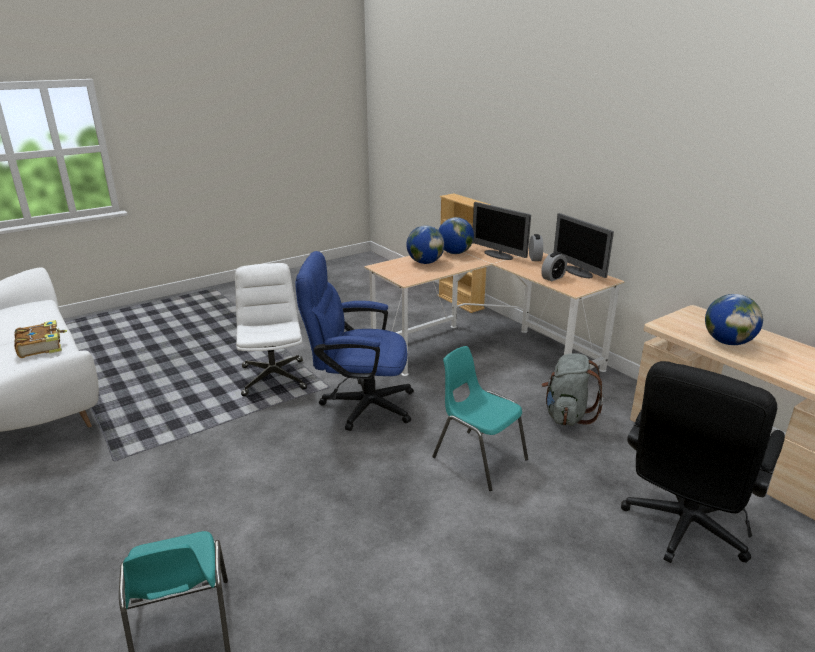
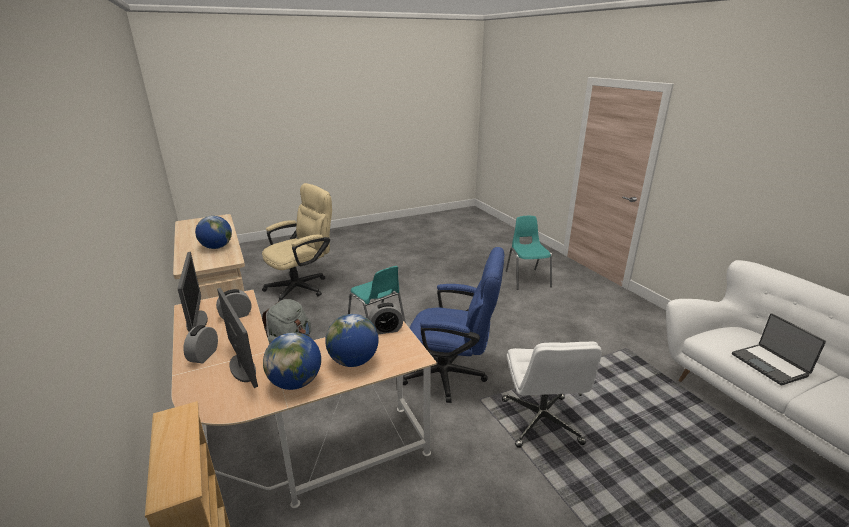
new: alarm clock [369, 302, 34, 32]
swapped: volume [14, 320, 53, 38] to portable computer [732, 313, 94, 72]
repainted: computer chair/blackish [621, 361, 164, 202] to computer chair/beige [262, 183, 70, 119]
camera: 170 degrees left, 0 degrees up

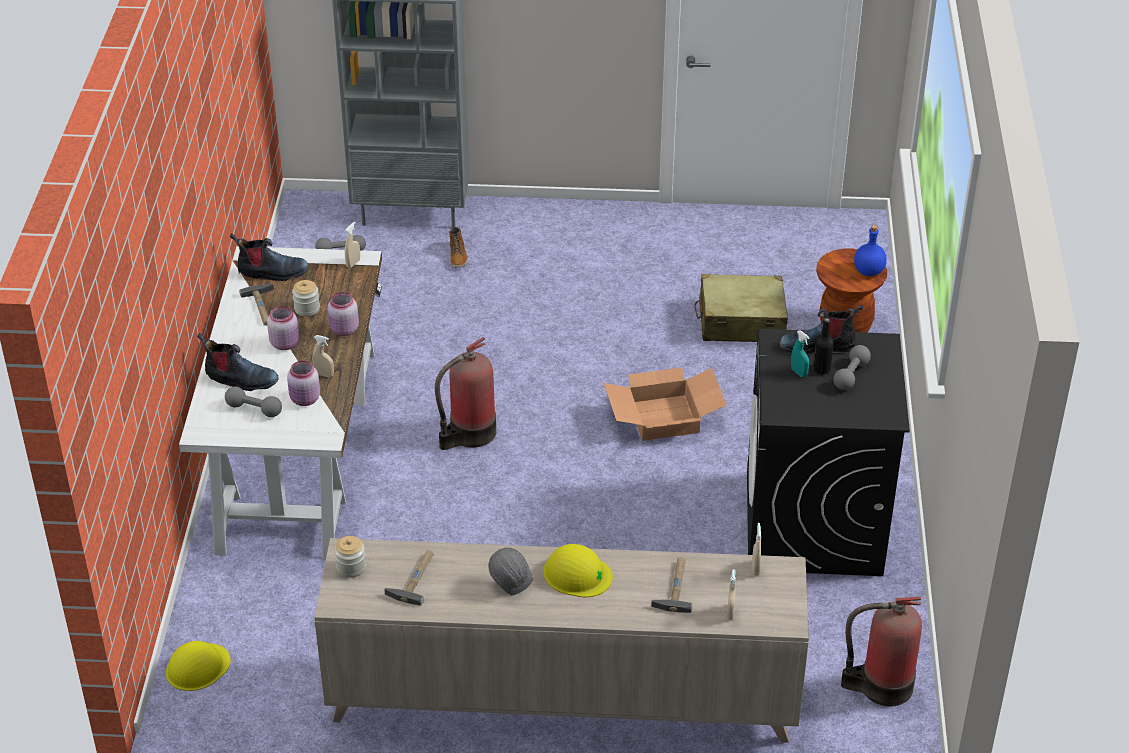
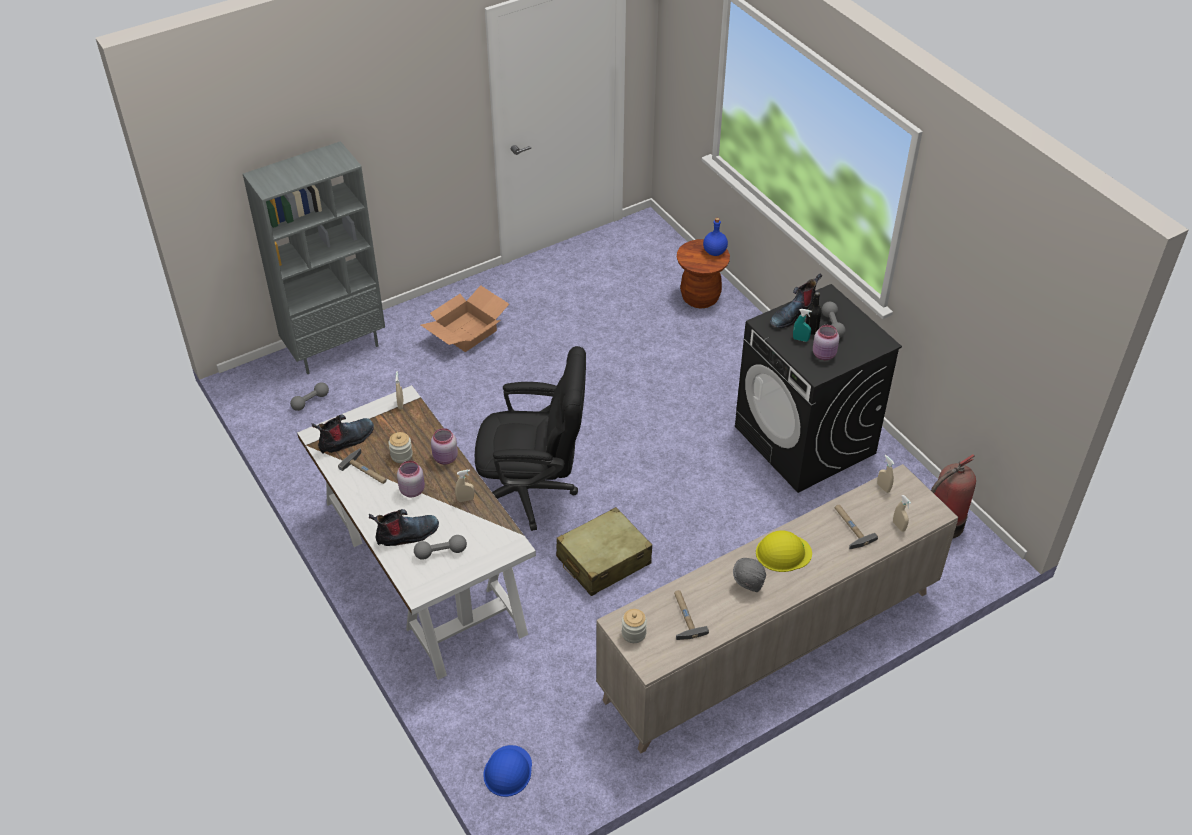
gone: high-top boot [449, 227, 19, 41]
shifted: suitcase/beige [694, 274, 94, 68] to [556, 507, 96, 89]; storage jar/pinkish [287, 361, 33, 45] to [813, 325, 26, 35]; packing box [604, 367, 123, 74] to [421, 285, 88, 67]
swapped: extinguisher [435, 337, 61, 113] to computer chair/blackish [475, 346, 111, 185]
repainted: safety helmet/yellow-coloured [166, 641, 65, 50] to safety helmet/blue [483, 745, 49, 52]
camera: 35 degrees left, 5 degrees up

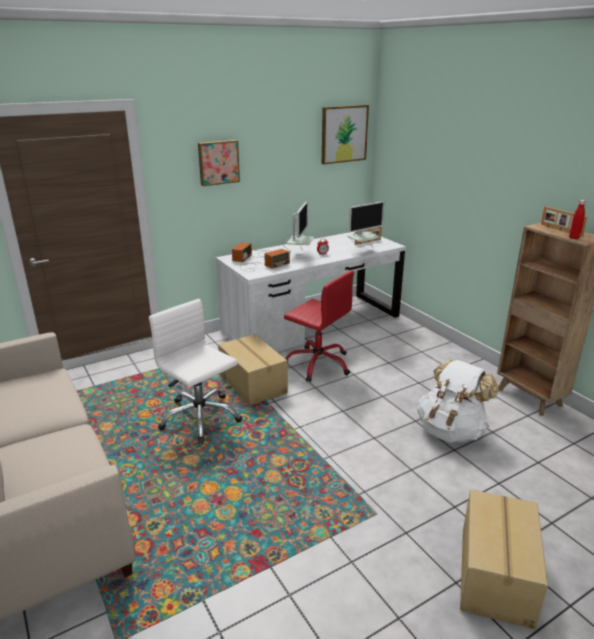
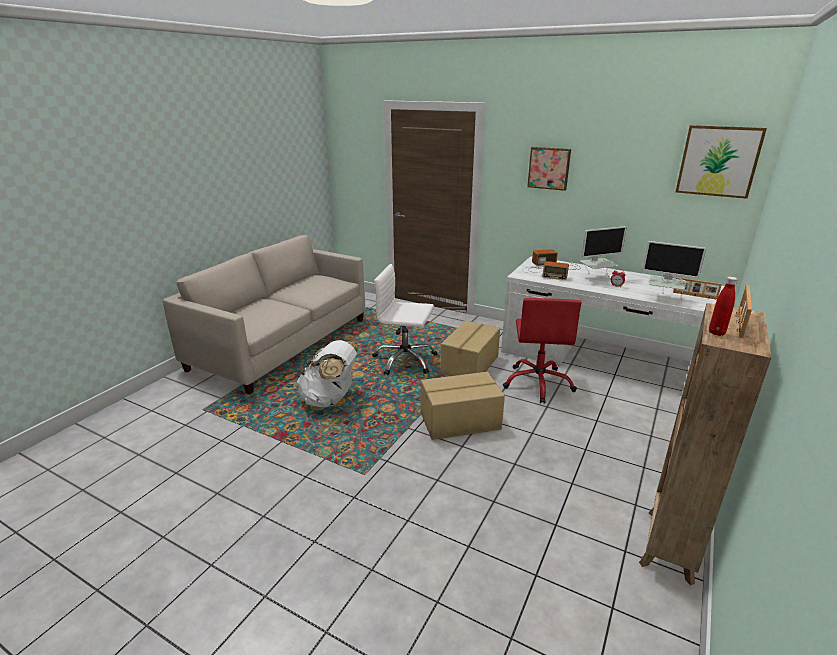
shifted: rucksack/whitish [417, 360, 82, 82] to [296, 340, 62, 67]; packing box [460, 490, 88, 139] to [421, 372, 84, 68]
rotated: computer chair/whitish [149, 299, 93, 144] = [373, 264, 65, 111] 90 degrees counterclockwise
camera: 60 degrees right, 0 degrees up

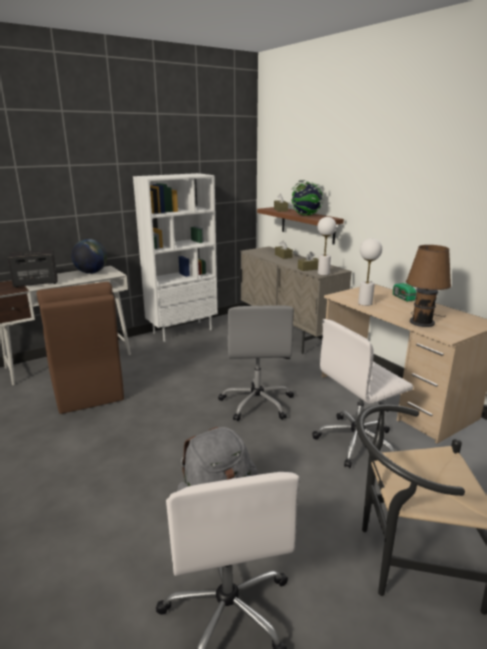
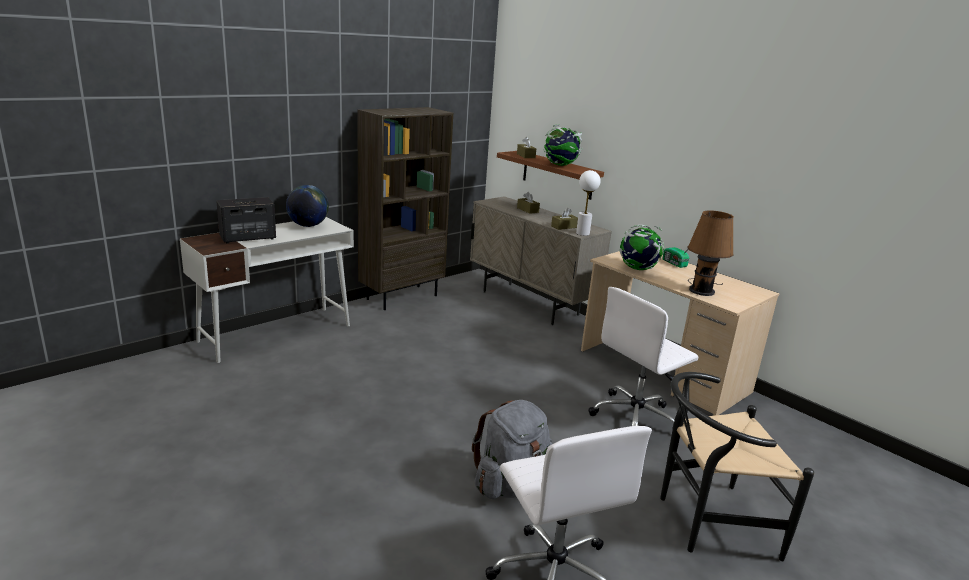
gone: chair/brown [37, 282, 87, 132]; computer chair/grey [218, 305, 76, 116]
swapped: table lamp/whitish [358, 238, 24, 68] to desk globe [620, 225, 44, 45]
repainted: bookcase/whitish [133, 173, 85, 169] to bookcase/brown [357, 107, 96, 203]
camera: 10 degrees left, 0 degrees up

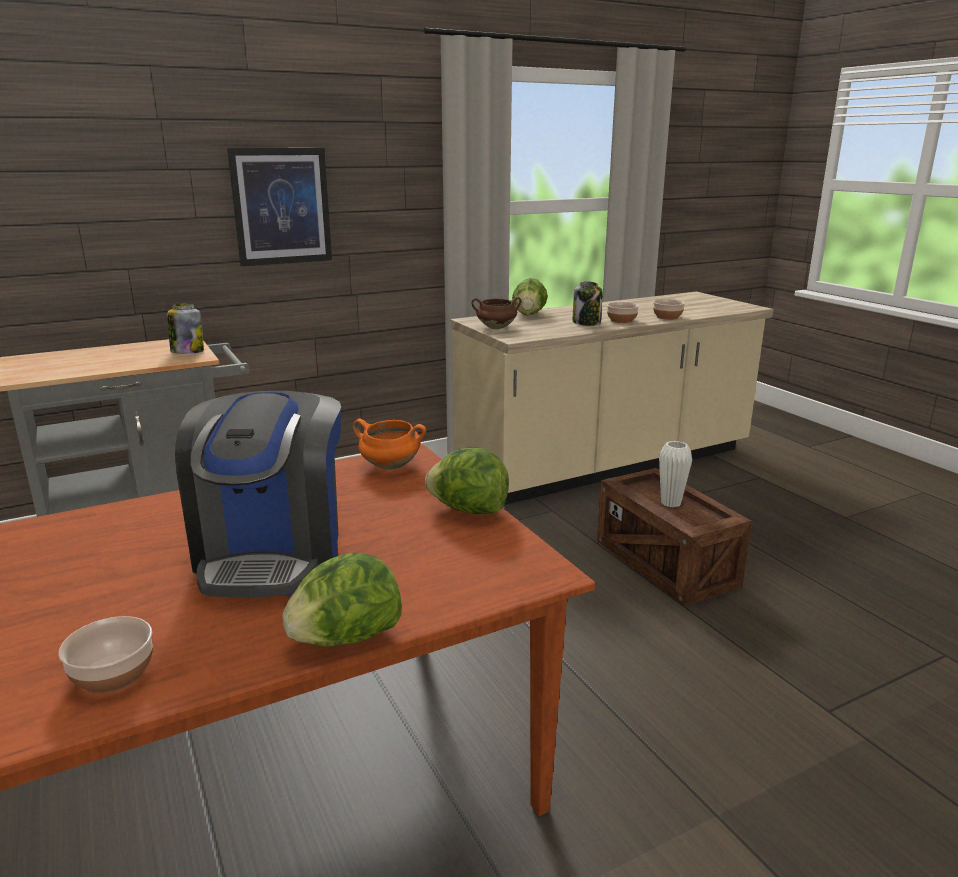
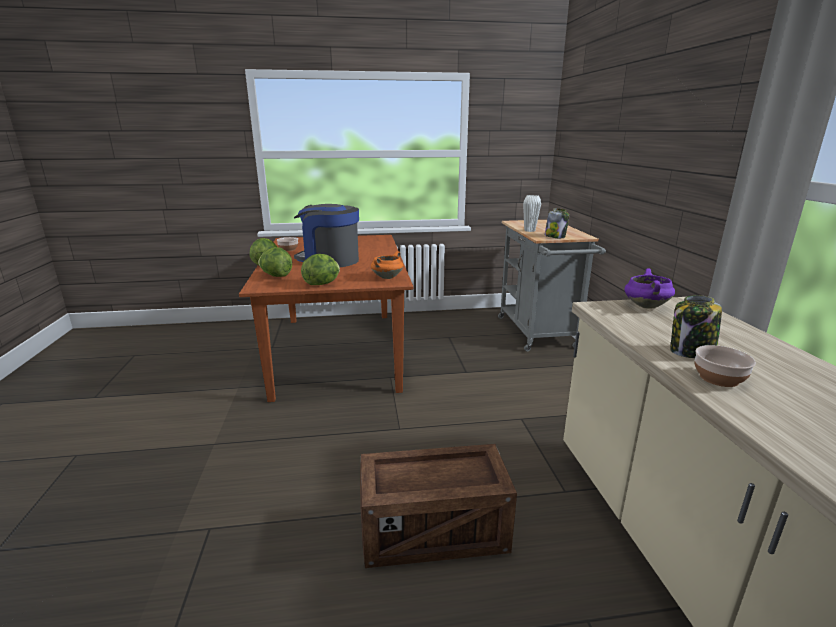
gone: picture [227, 148, 105, 118]; deep dish [653, 299, 32, 21]
shifted: lettuce head [512, 278, 36, 37] to [258, 247, 34, 30]; flower vase/whitish [659, 441, 33, 66] to [523, 195, 18, 37]
repainted: cooking pot/brown [471, 297, 51, 32] to cooking pot/purple [624, 269, 51, 40]
camera: 110 degrees right, 0 degrees up

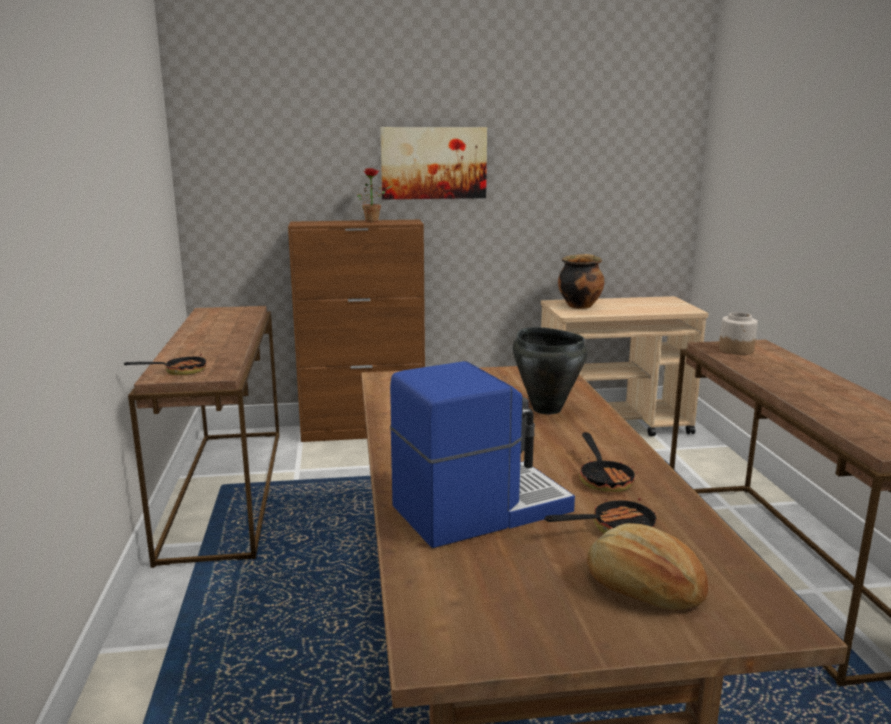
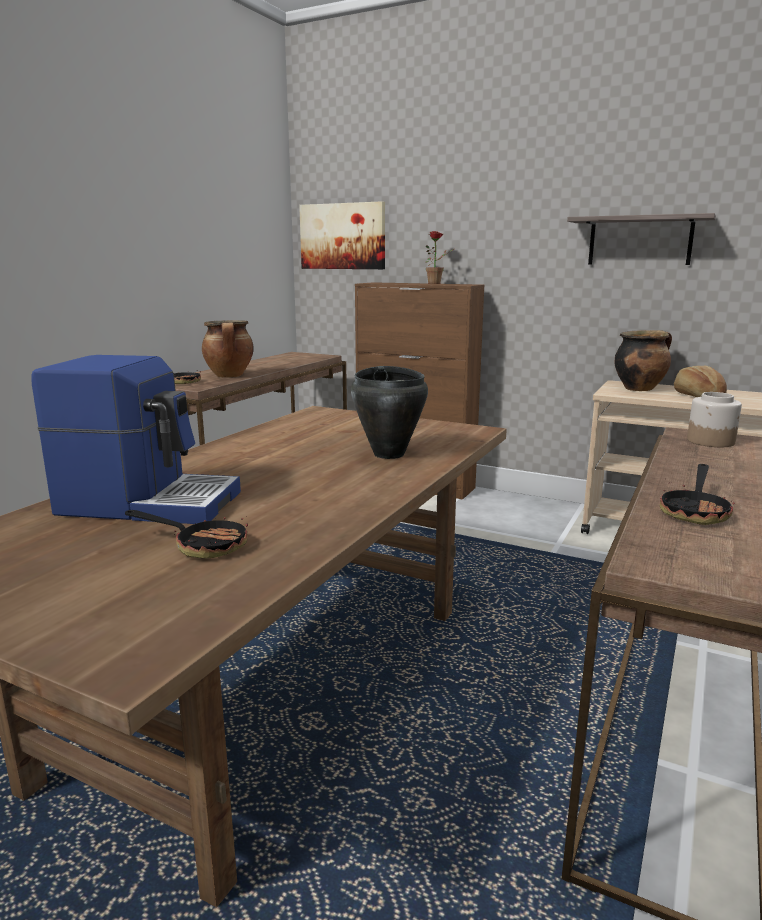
new: bracket shelf [567, 213, 149, 52]; cooking pot [202, 320, 52, 58]
shifted: picture [380, 127, 107, 72] to [299, 201, 86, 68]; frying pan [579, 432, 59, 60] to [660, 464, 75, 61]; bakery bread [587, 523, 121, 87] to [674, 366, 53, 31]
camera: 35 degrees right, 0 degrees up

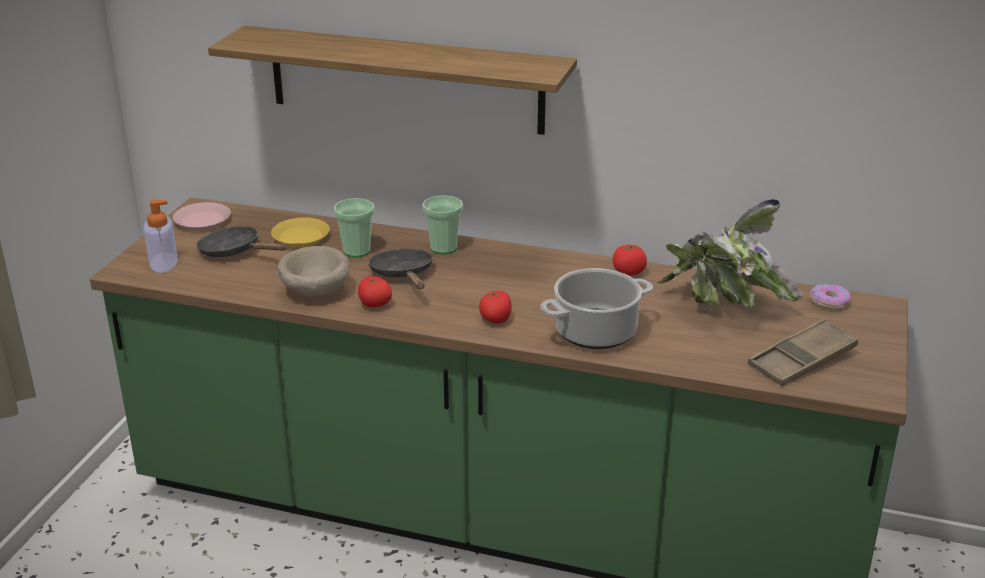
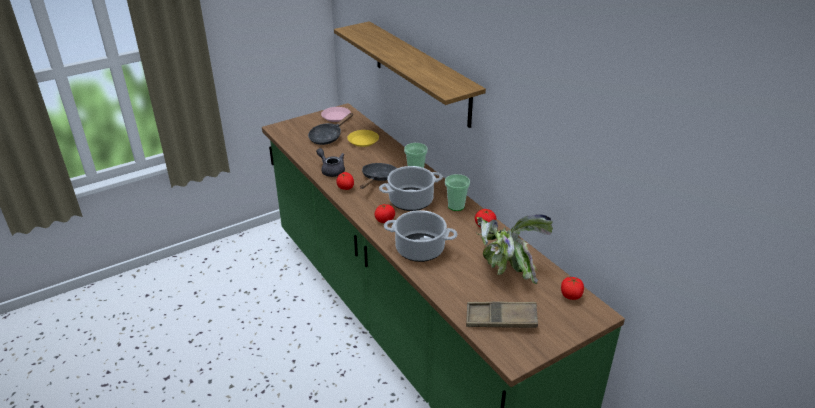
gone: soap dispenser [144, 200, 34, 73]
new: cooking pot [379, 166, 64, 45]
shifted: drinking cup [334, 198, 41, 59] to [445, 174, 25, 37]
swapped: deep dish/beige [278, 246, 72, 50] to tea pot/grey [316, 148, 29, 29]; ring doughnut [810, 283, 41, 27] to whole tomato [561, 277, 23, 23]
rotated: frying pan/blackish [196, 226, 92, 31] = [308, 113, 45, 32] 120 degrees counterclockwise
camera: 40 degrees right, 5 degrees up

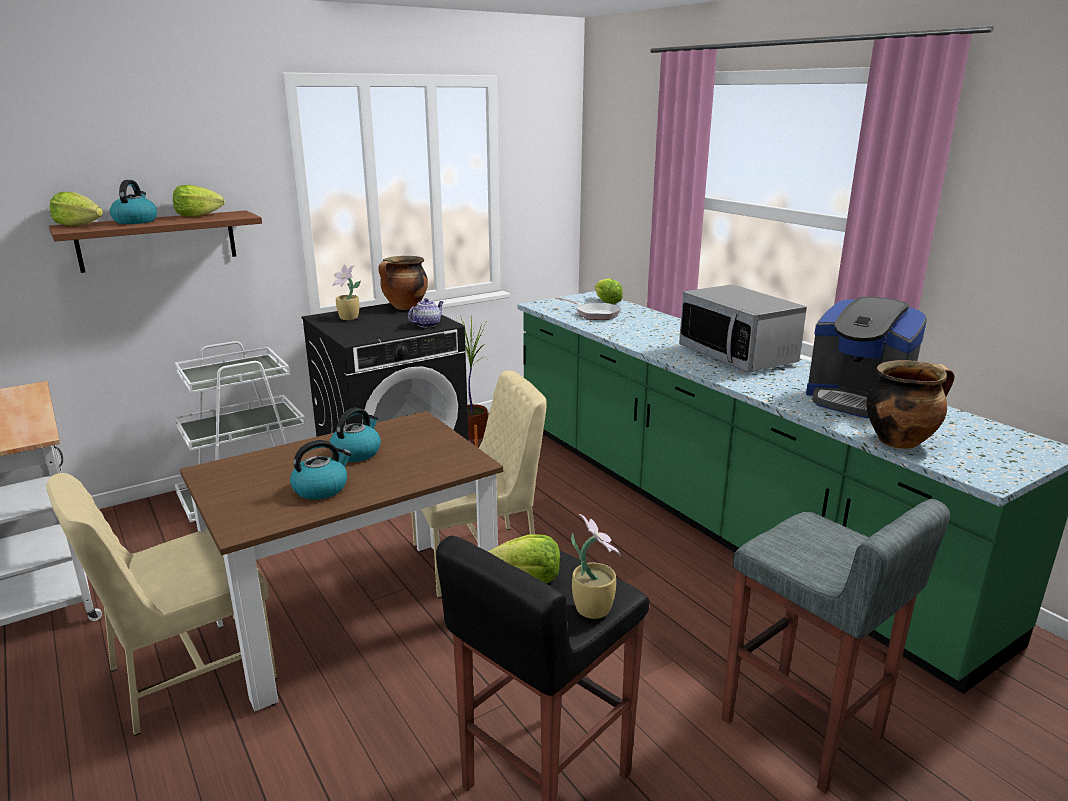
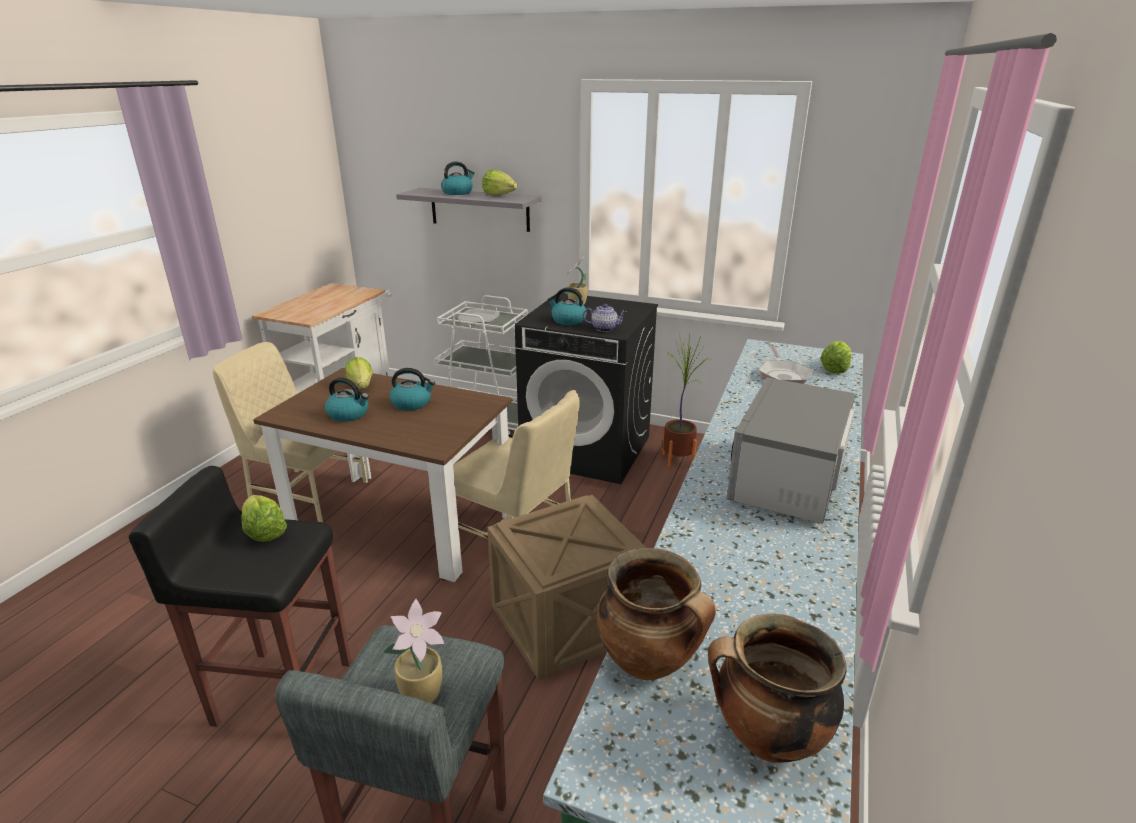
gone: coffee machine [806, 297, 121, 121]
new: tea kettle [547, 287, 40, 38]; flat dish [458, 309, 42, 14]; packing crate [487, 495, 159, 185]
shifted: lettuce head [50, 192, 53, 34] to [345, 357, 28, 33]; cooking pot [378, 256, 50, 54] to [708, 614, 139, 149]; plant in a pot [571, 514, 50, 105] to [382, 599, 62, 104]
repainted: bracket shelf/brown [49, 210, 213, 63] to bracket shelf/grey [396, 188, 145, 44]
camera: 55 degrees right, 5 degrees up

